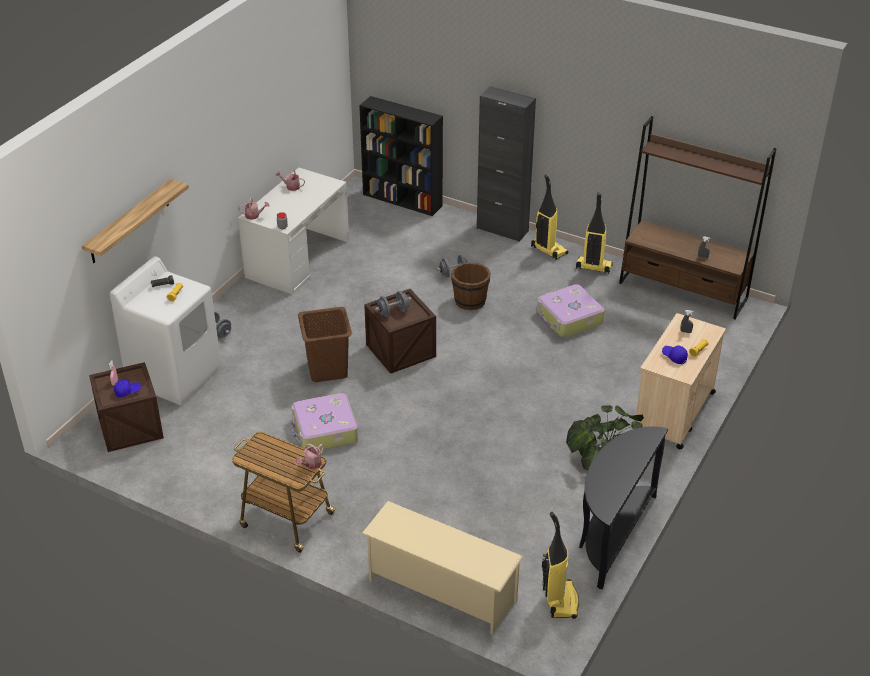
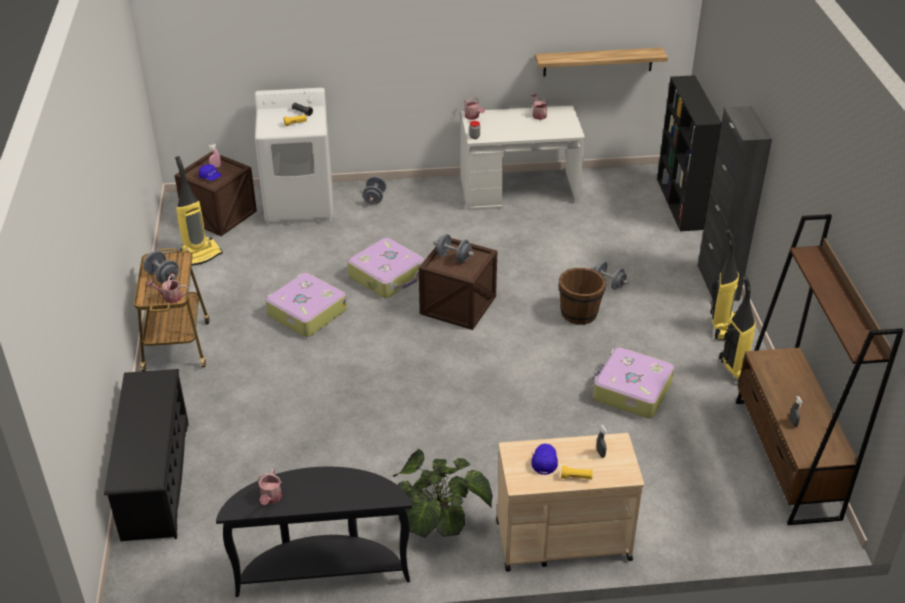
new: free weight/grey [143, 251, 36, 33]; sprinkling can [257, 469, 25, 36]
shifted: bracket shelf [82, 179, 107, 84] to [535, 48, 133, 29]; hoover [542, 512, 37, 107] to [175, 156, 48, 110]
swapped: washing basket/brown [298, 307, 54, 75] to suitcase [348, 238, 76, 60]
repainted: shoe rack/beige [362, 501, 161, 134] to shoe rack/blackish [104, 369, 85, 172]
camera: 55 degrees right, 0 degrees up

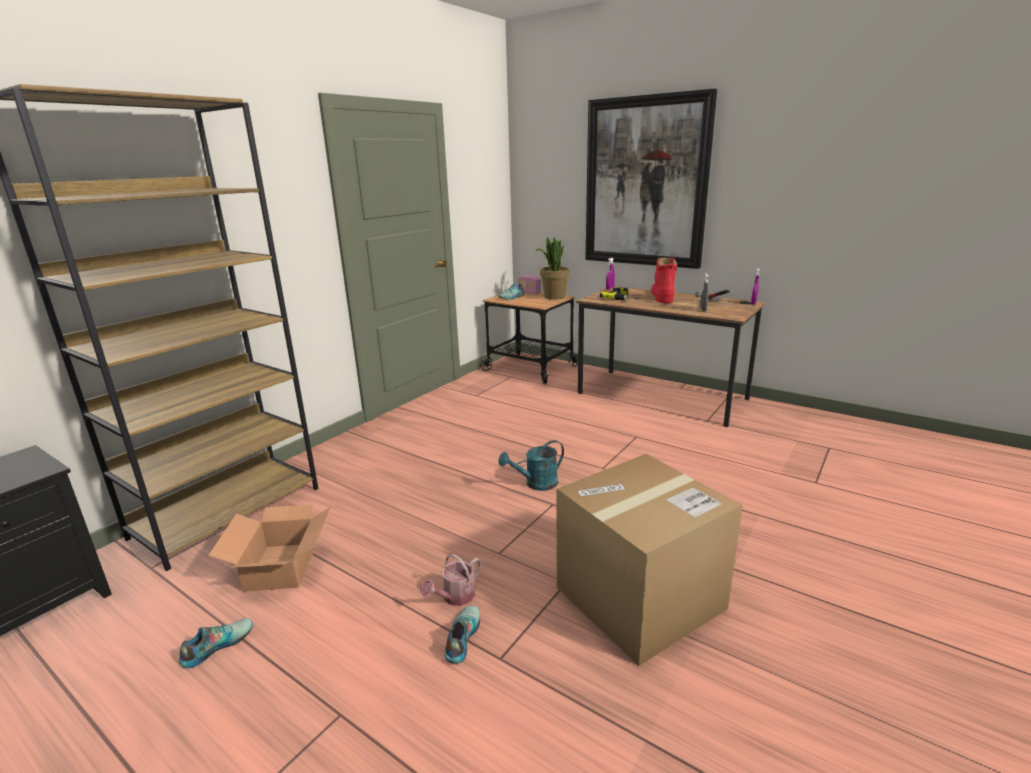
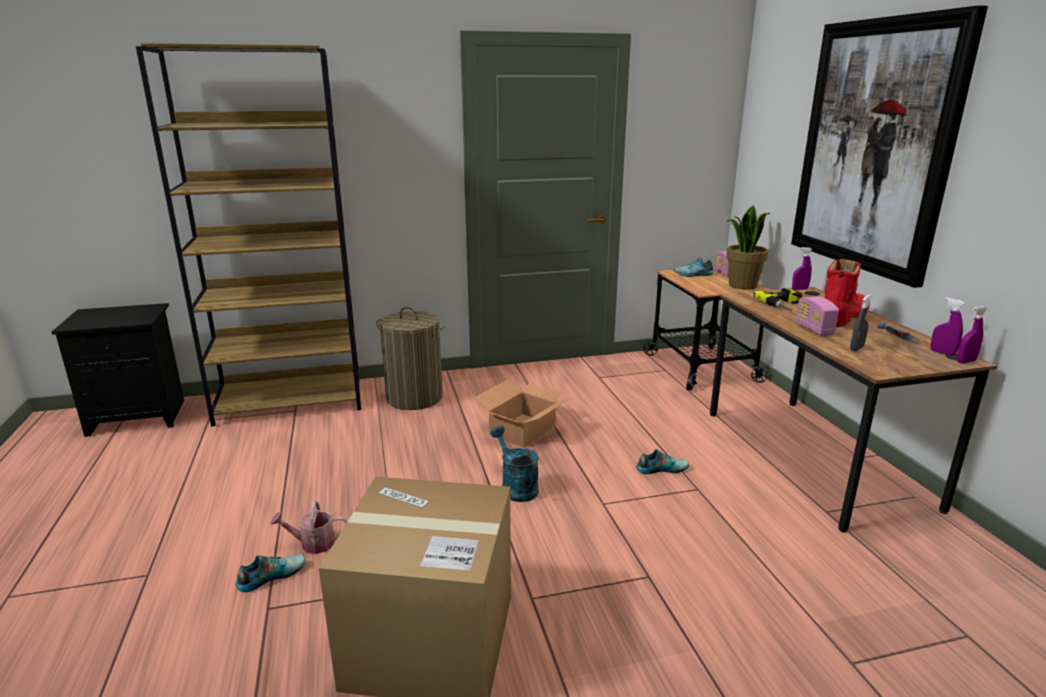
new: radio [796, 297, 43, 39]; spray bottle/purple [931, 298, 34, 58]; washing basket [376, 307, 69, 103]
shifted: packing box [208, 504, 123, 88] to [475, 379, 95, 68]; item of footwear [179, 618, 74, 50] to [636, 449, 53, 25]
rotated: sprinkling can/turquoise-coloured [498, 440, 66, 51] = [491, 426, 48, 76] 45 degrees clockwise
camera: 40 degrees right, 0 degrees up

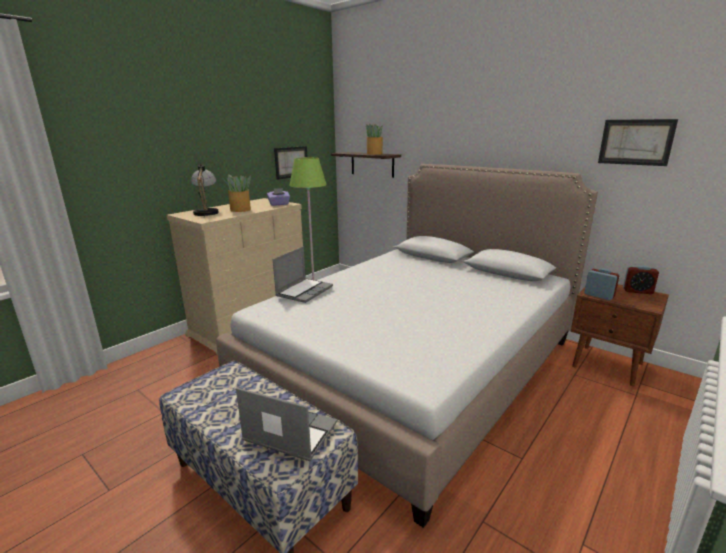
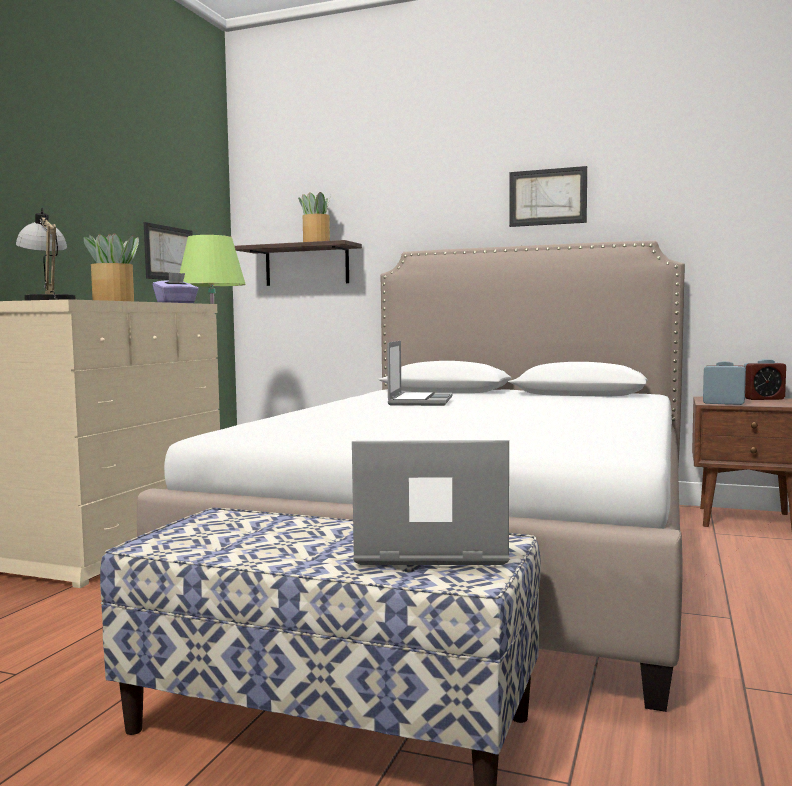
shifted: picture [598, 119, 80, 47] to [509, 166, 78, 61]; portable computer [273, 247, 60, 56] to [387, 341, 66, 65]
camera: 20 degrees left, 15 degrees down

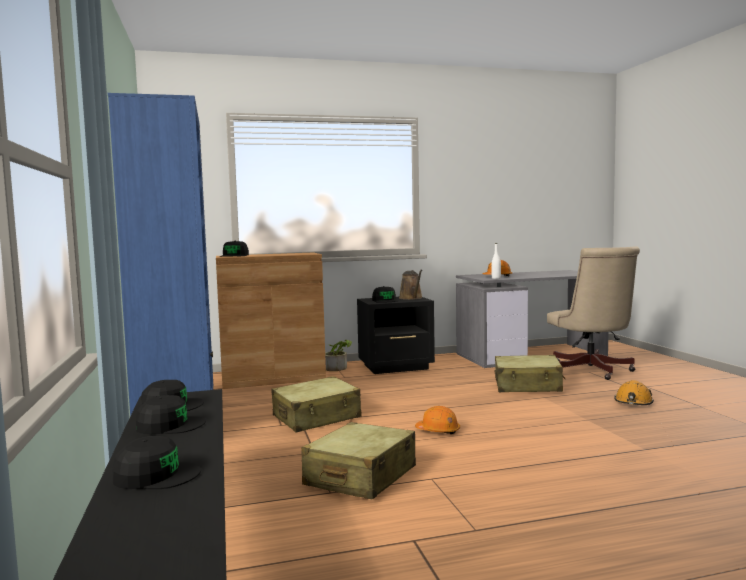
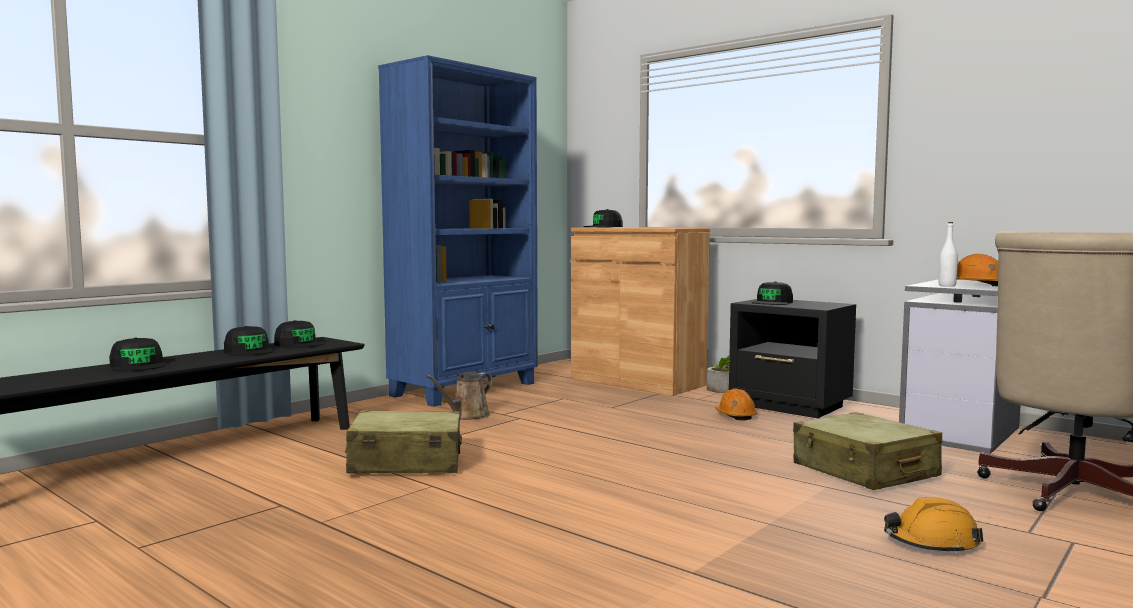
gone: suitcase/beige [271, 376, 90, 56]
shifted: sprinkling can/brown [399, 270, 23, 30] to [426, 372, 67, 48]; safety helmet/orange-coloured [415, 406, 45, 28] to [715, 388, 42, 33]
camera: 55 degrees right, 0 degrees up

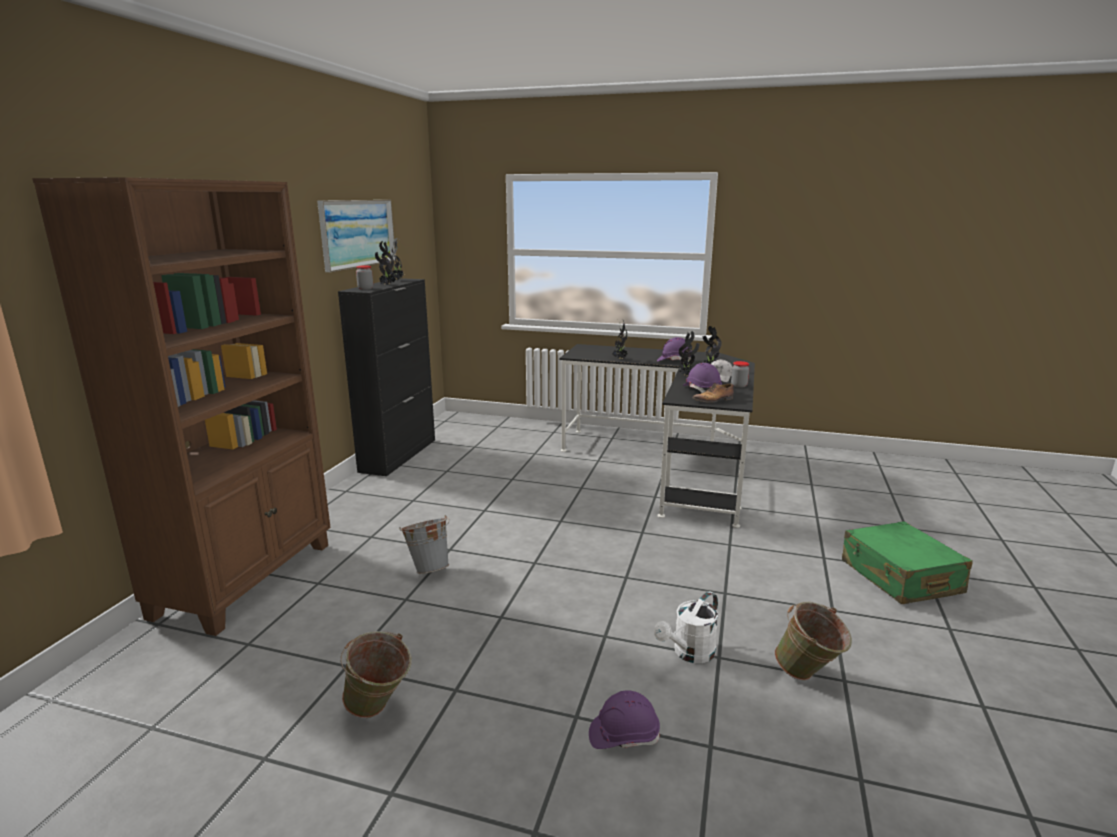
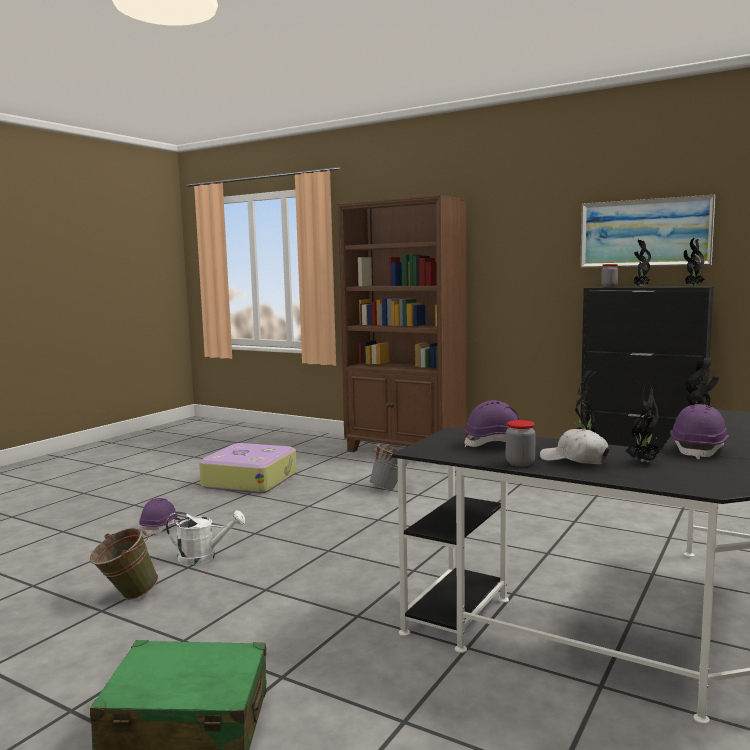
gone: item of footwear [693, 383, 41, 20]
swapped: bucket/green-coloured [341, 631, 71, 87] to suitcase [199, 443, 98, 50]
rotated: sprinkling can/whitish [654, 591, 64, 72] = [166, 510, 79, 55] 120 degrees clockwise
camera: 105 degrees right, 10 degrees down

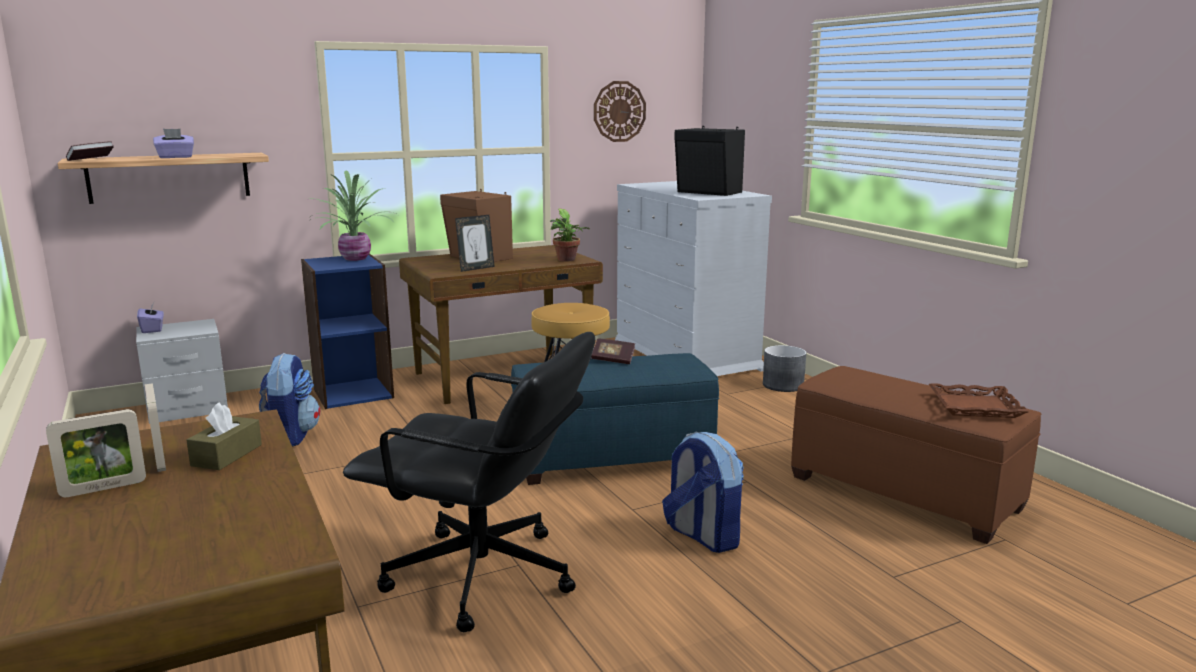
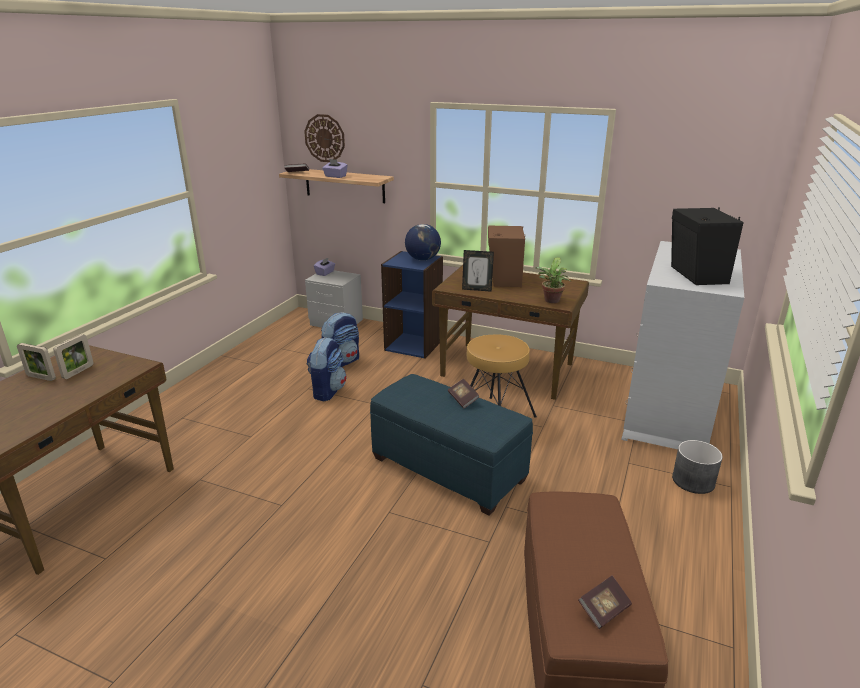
gone: computer chair/blackish [343, 332, 252, 300]; tissue box/brown [187, 403, 75, 67]
shifted: wall clock [594, 81, 52, 61] to [304, 114, 41, 48]; rucksack [662, 432, 82, 121] to [306, 337, 40, 65]
swapped: plant in a pot [308, 170, 90, 91] to desk globe [405, 224, 36, 36]; carrying tray/brown [929, 383, 100, 35] to volume [578, 576, 54, 53]
camera: 50 degrees right, 10 degrees up

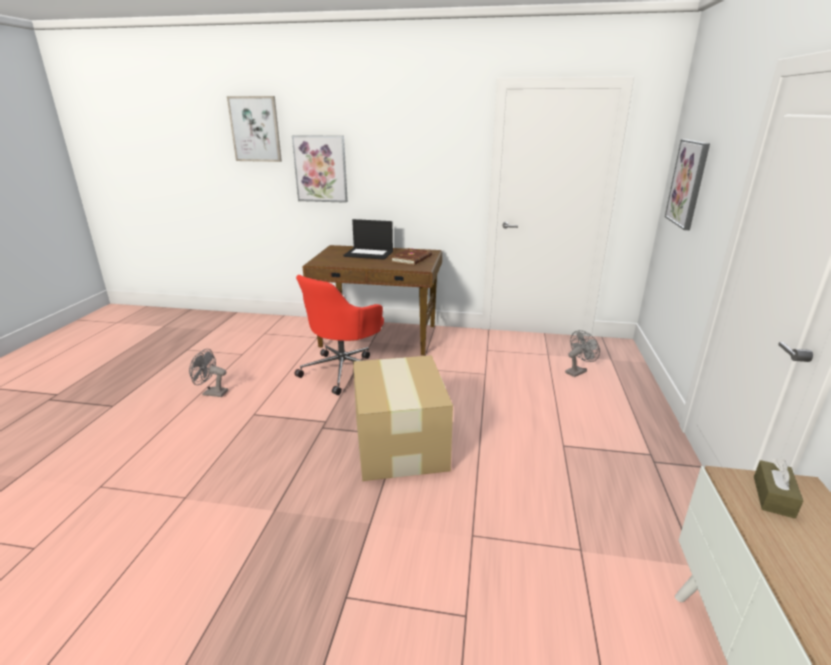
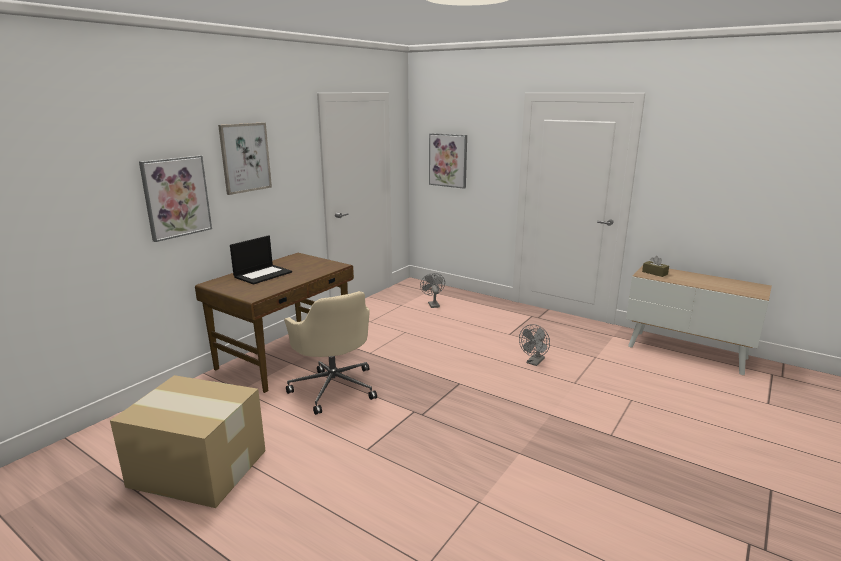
gone: volume/brown [391, 248, 41, 17]
shifted: picture [227, 96, 55, 66] to [218, 122, 54, 73]; cooling fan/grey [189, 349, 39, 48] to [519, 324, 31, 42]; packing box [353, 355, 100, 126] to [110, 375, 156, 133]
repainted: computer chair/red-coloured [295, 275, 89, 120] to computer chair/beige [284, 291, 93, 124]
camera: 65 degrees left, 5 degrees down

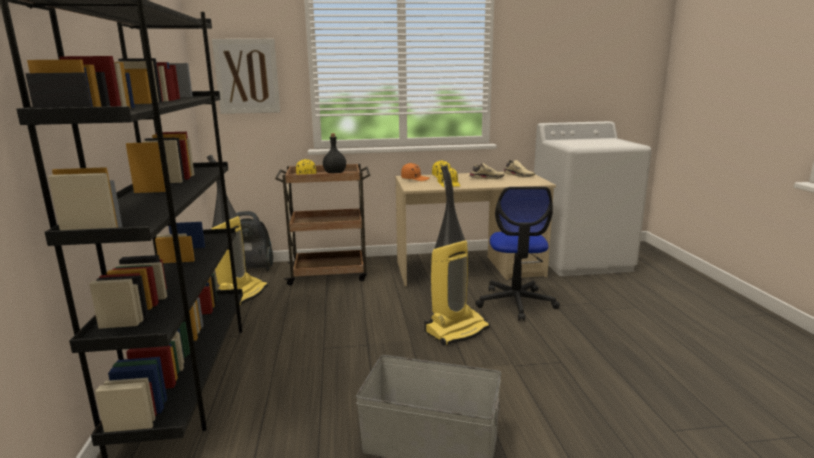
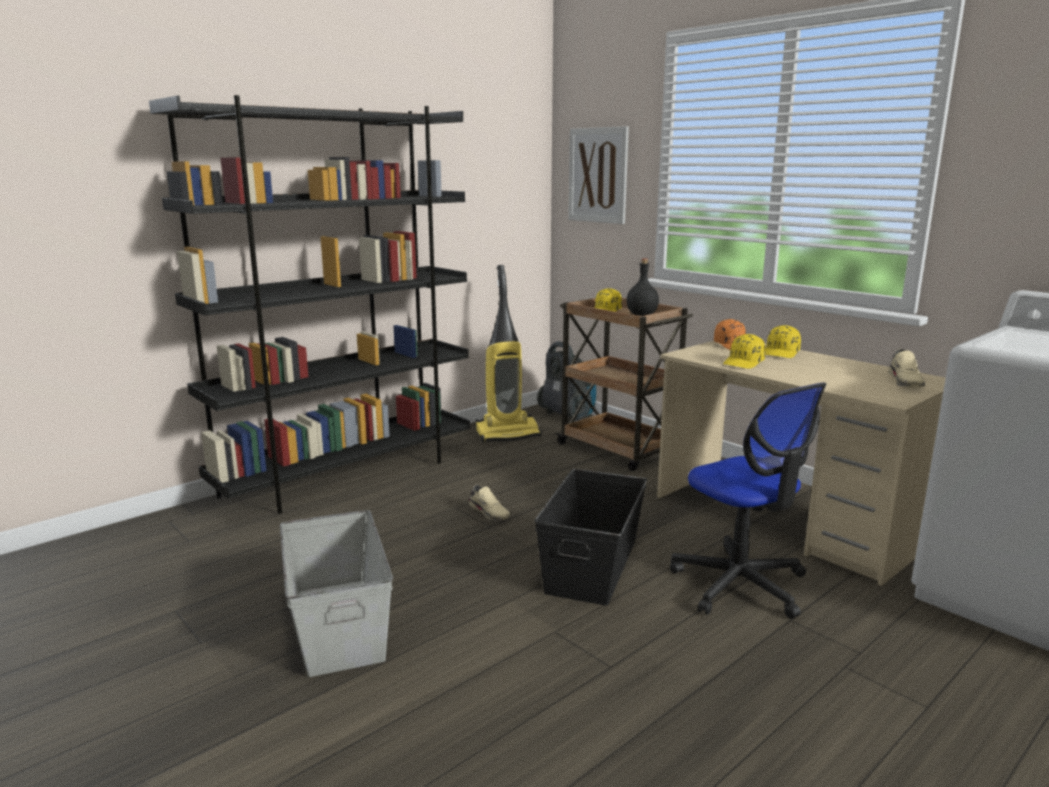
shifted: item of footwear/beige [469, 163, 36, 16] to [468, 484, 42, 37]
swapped: hoover [424, 165, 66, 181] to storage bin/blackish [535, 469, 112, 137]
rotated: computer chair [475, 187, 85, 134] = [670, 382, 156, 237] 90 degrees counterclockwise
camera: 55 degrees right, 0 degrees up

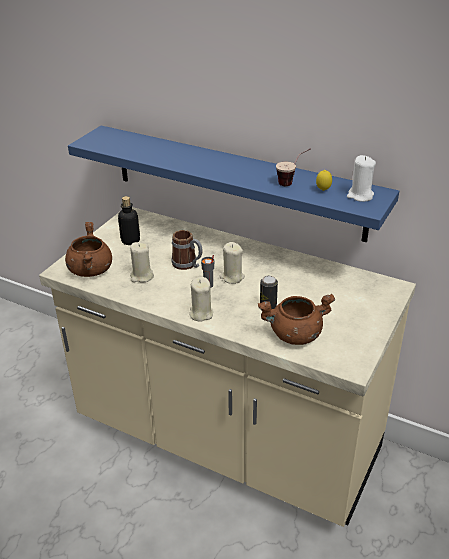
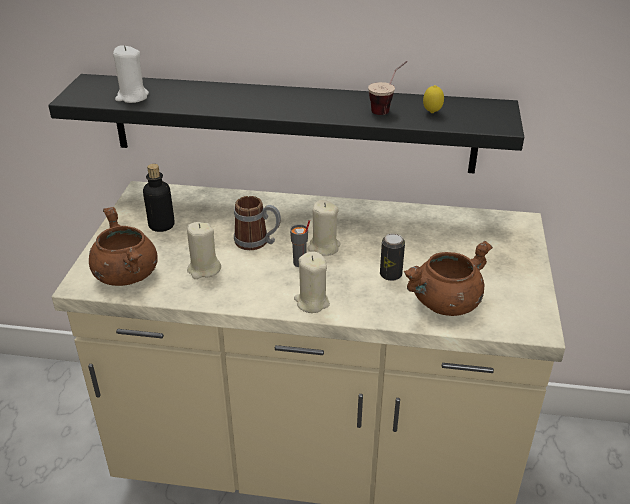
shifted: wax candle/whitish [347, 155, 29, 47] to [113, 45, 36, 58]
repainted: bracket shelf/blue [68, 126, 331, 117] to bracket shelf/blackish [48, 74, 476, 100]
camera: 20 degrees left, 0 degrees up

